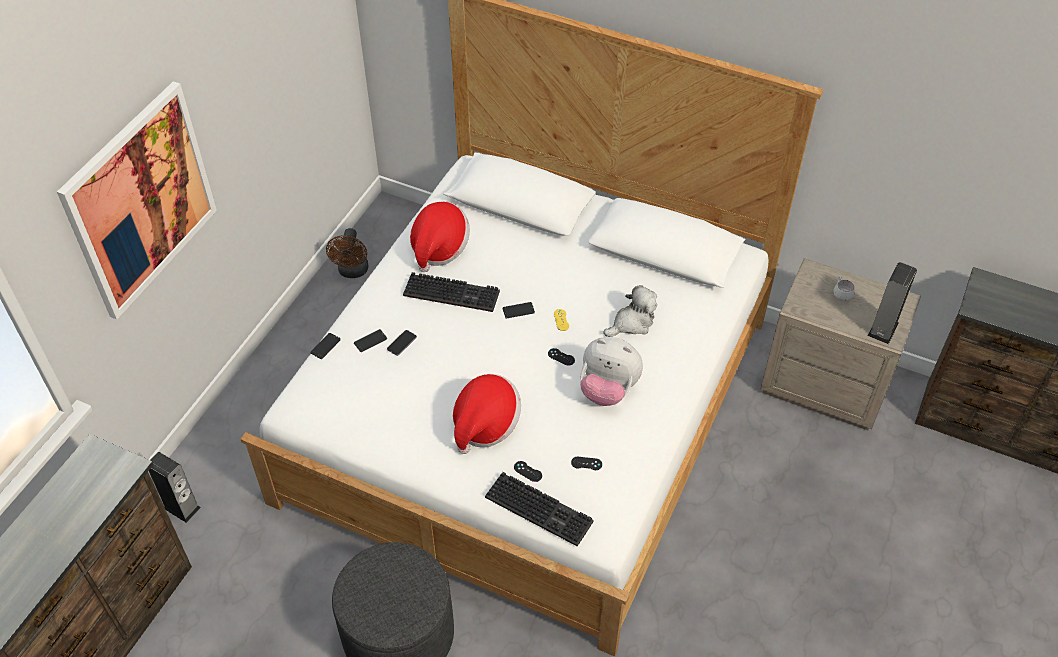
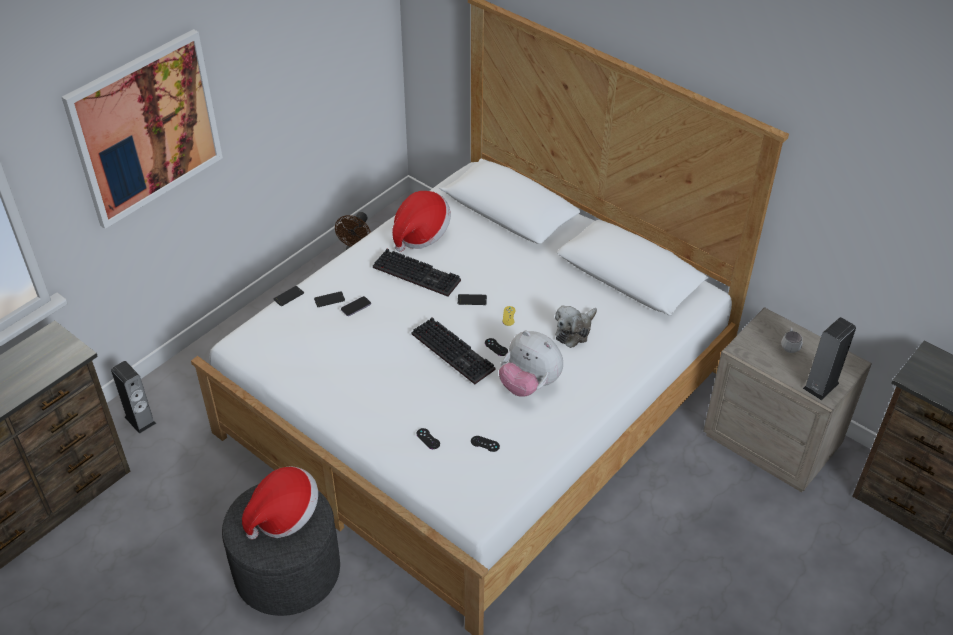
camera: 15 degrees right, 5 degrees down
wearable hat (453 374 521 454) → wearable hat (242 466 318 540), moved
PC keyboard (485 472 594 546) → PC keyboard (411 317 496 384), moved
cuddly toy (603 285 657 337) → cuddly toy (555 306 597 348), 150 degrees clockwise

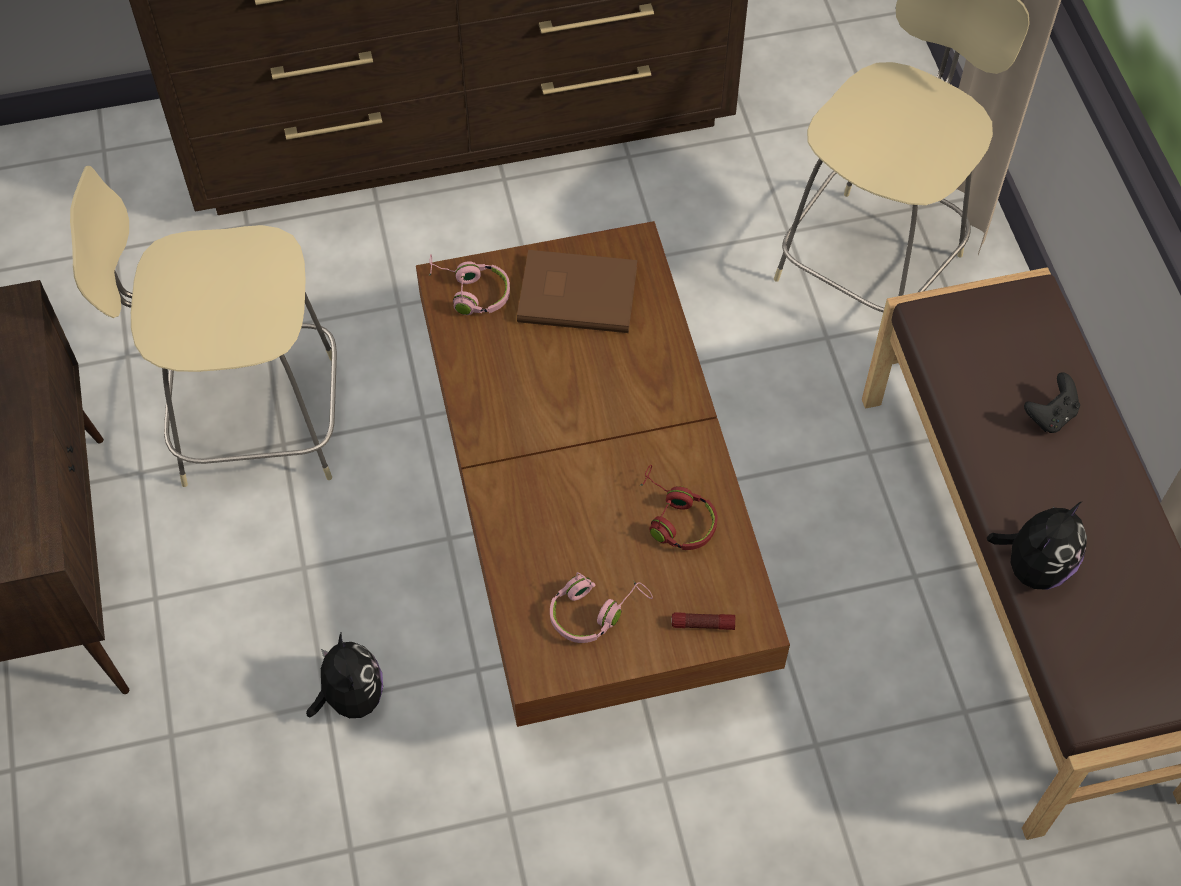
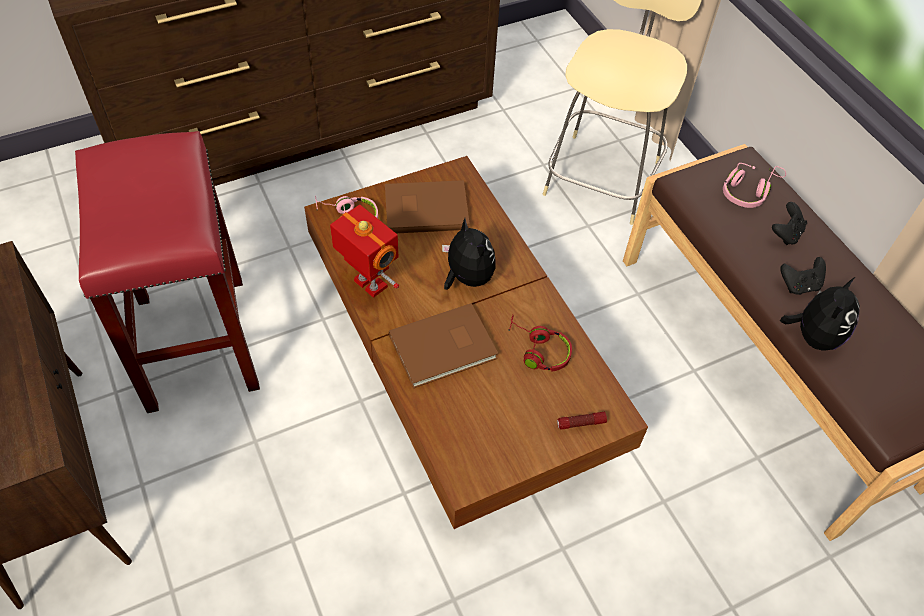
camera: 15 degrees left, 5 degrees down
sand-coloured chair (70 166 337 487) → red stool (75 131 260 413)
- → model robot (330 205 399 298)
- → brown-coloured volume (389 303 498 388)
cuddly toy (306 633 383 718) → cuddly toy (442 218 496 290), moved
pinkish headphones (550 572 653 643) → pinkish headphones (723 163 786 208), moved
- → black-coloured game controller (780 257 826 295)

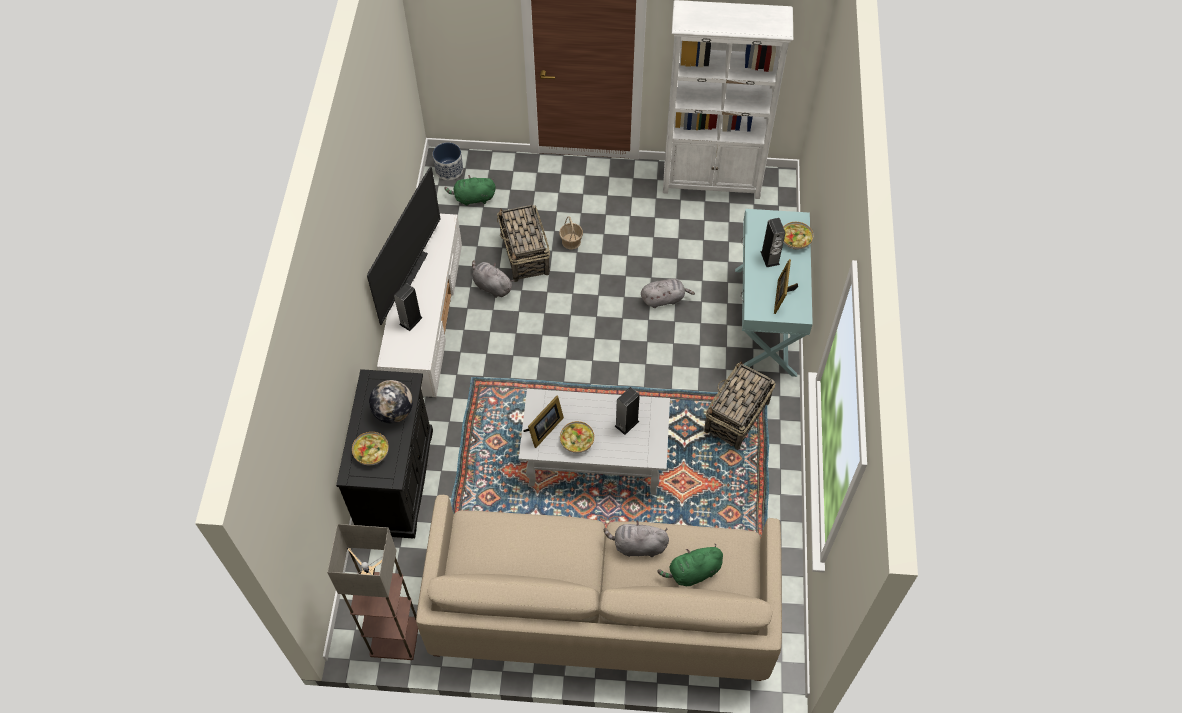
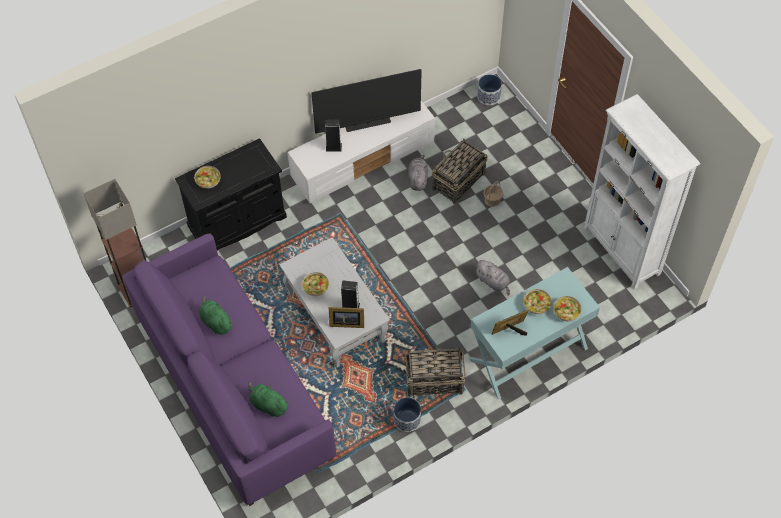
camera: 55 degrees right, 0 degrees up
sand-coloured sofa (416 495 782 681) → purplish sofa (123 233 336 506)
greenish cuddly toy (445 175 496 206) → greenish cuddly toy (199 296 233 335), moved
photo frame (523 396 564 448) → photo frame (329 307 364 328), moved
- → planter (394 397 421 432)
speaker (760 218 786 267) → serving bowl (524 289 552 314)
desk globe (369 380 413 423) → -
grey cuddly toy (604 520 669 557) → -

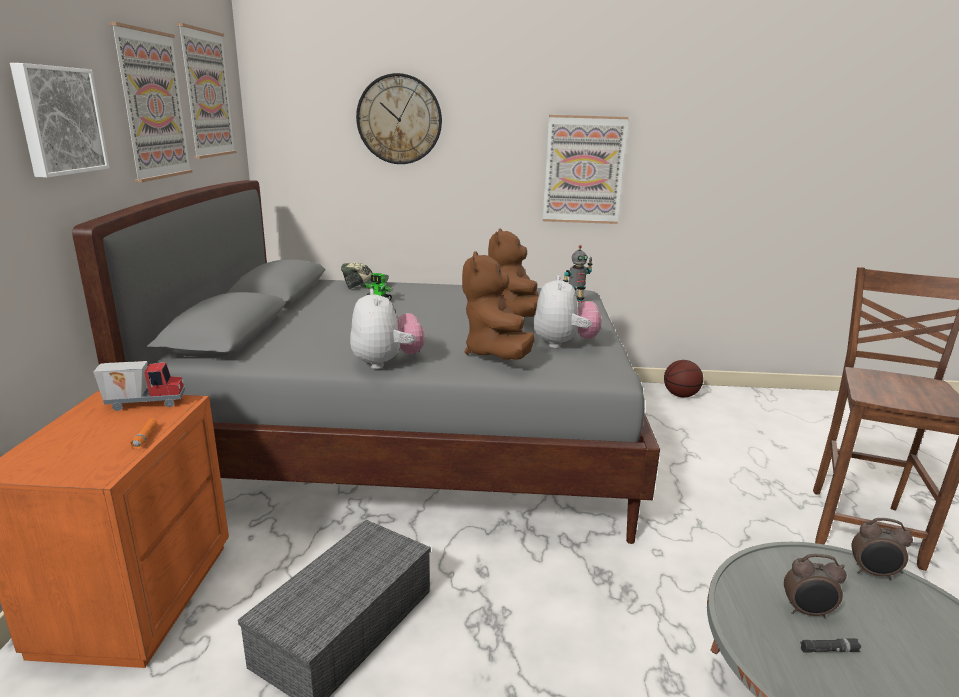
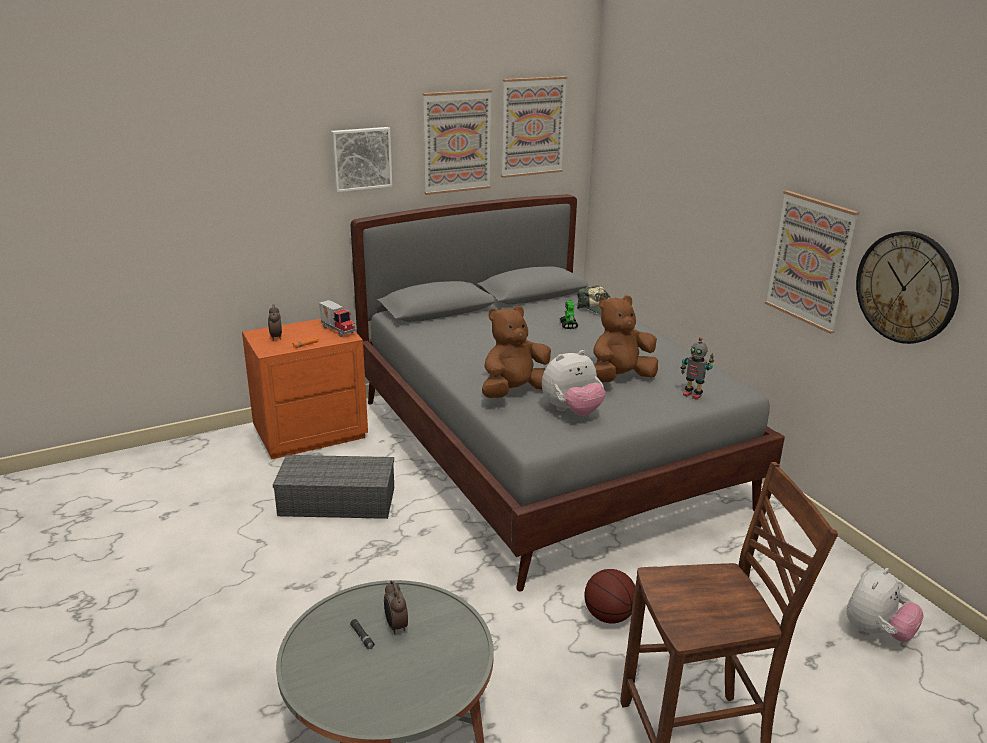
camera: 60 degrees right, 5 degrees up
bedside clock (851 518 913 580) → bedside clock (268 305 282 341), moved
basketball (664 360 703 397) → basketball (584 569 635 623), moved
cuddly toy (350 288 425 369) → cuddly toy (847 568 924 642), moved
hanging clock (356 73 442 164) → hanging clock (856 231 959 344), moved

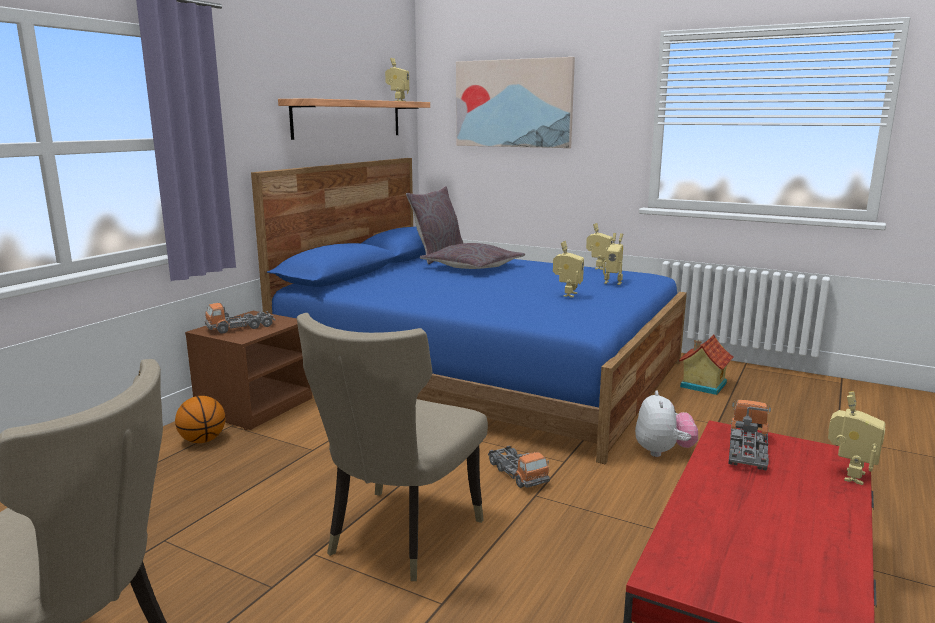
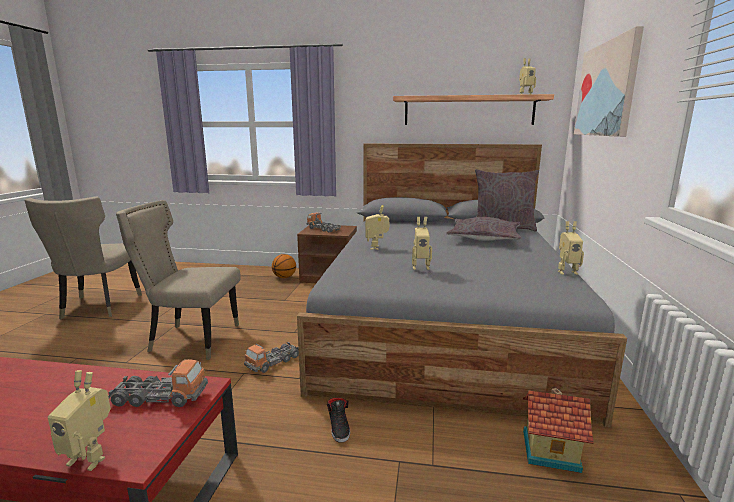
camera: 70 degrees right, 0 degrees up
bluish sleeping bed (251 158 687 464) → grey sleeping bed (297 143 627 427)
cuddly toy (635 391 698 457) → black-coloured shoe (327 397 350 443)
model robot (603 233 623 285) → model robot (365 205 390 250), moved

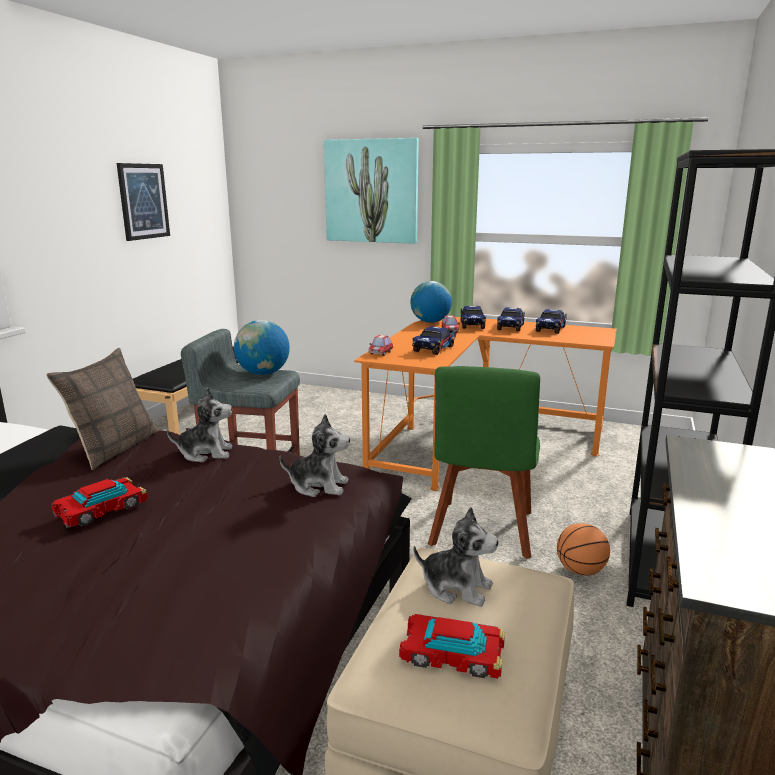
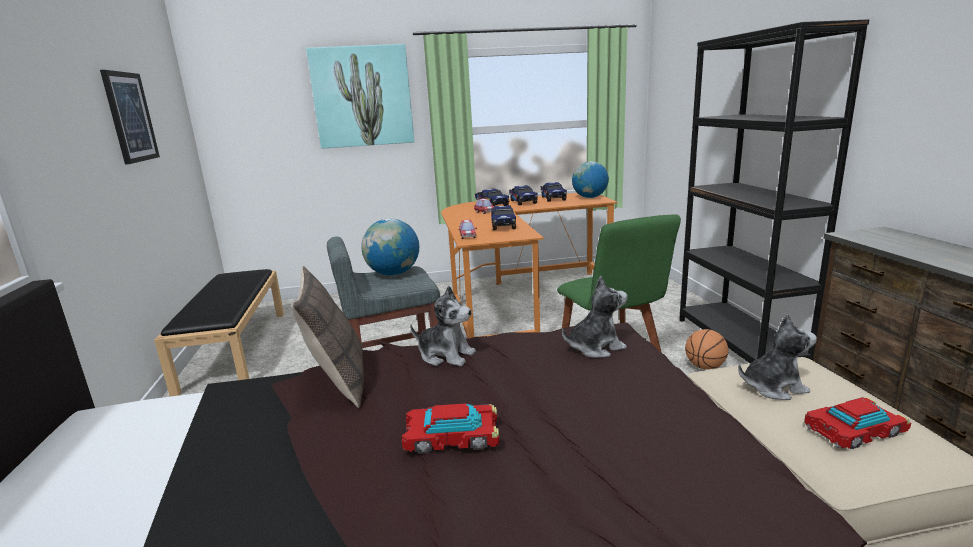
camera: 30 degrees left, 0 degrees up
toy car (51 477 148 528) → toy car (402 404 500 454), 75 degrees clockwise
cuddly toy (167 387 232 462) → cuddly toy (410 286 476 366), 60 degrees clockwise
desk globe (410 281 452 323) → desk globe (572 161 609 198), moved

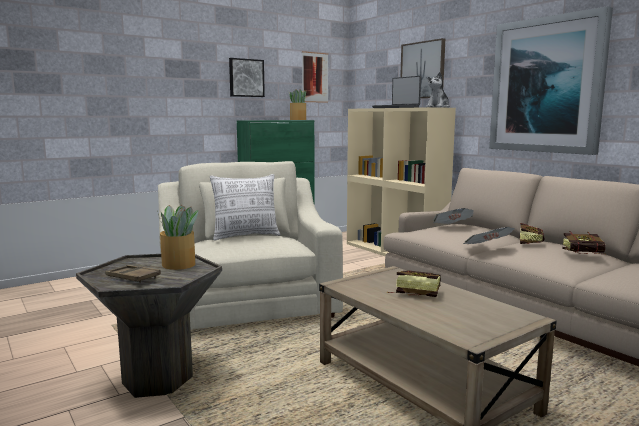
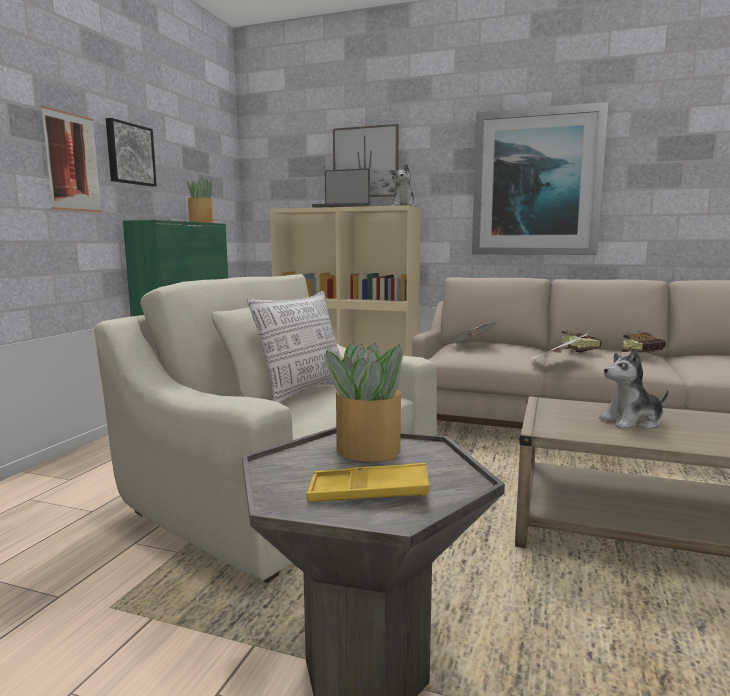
camera: 35 degrees left, 0 degrees up
wall art (302 51 328 103) → wall art (41 106 102 212), moved
brown-coloured serving tray (105 265 161 283) → yellowish serving tray (307 463 429 502)
volume (387 271 441 297) → cuddly toy (599 348 669 429)

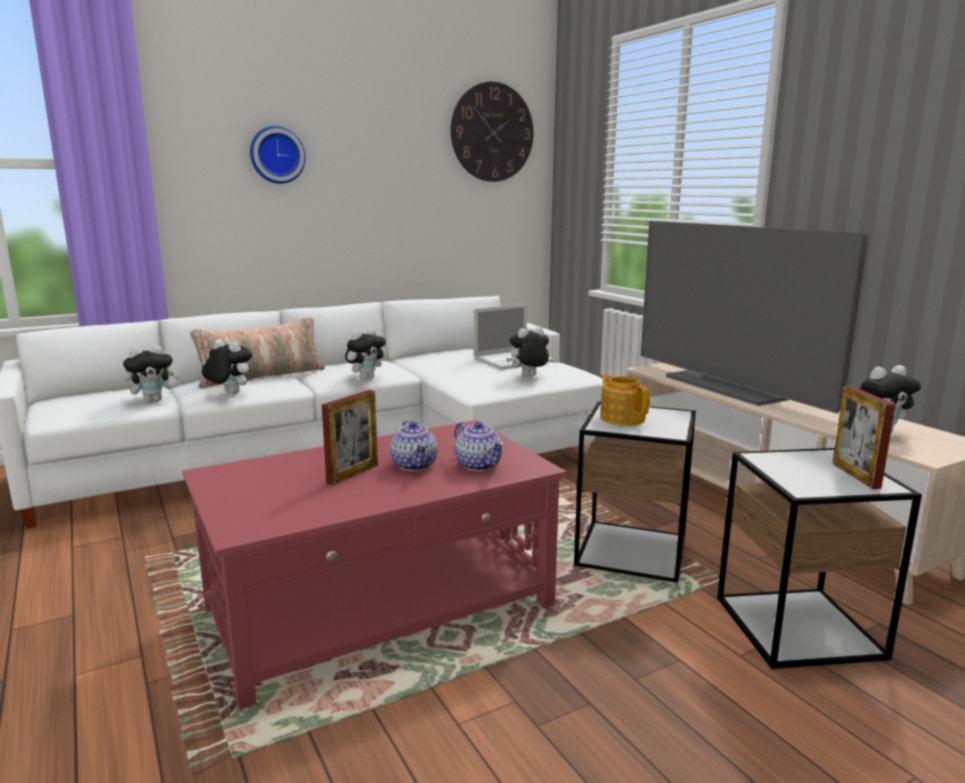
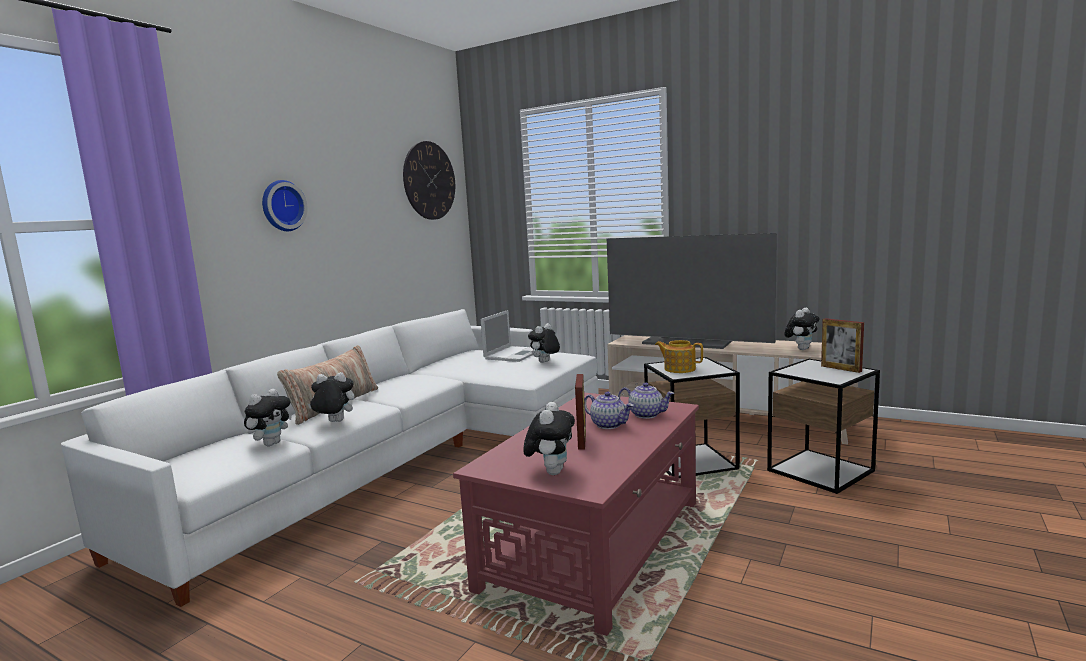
camera: 30 degrees left, 5 degrees down
cuddly toy (345 328 386 380) → cuddly toy (523 402 575 475), moved

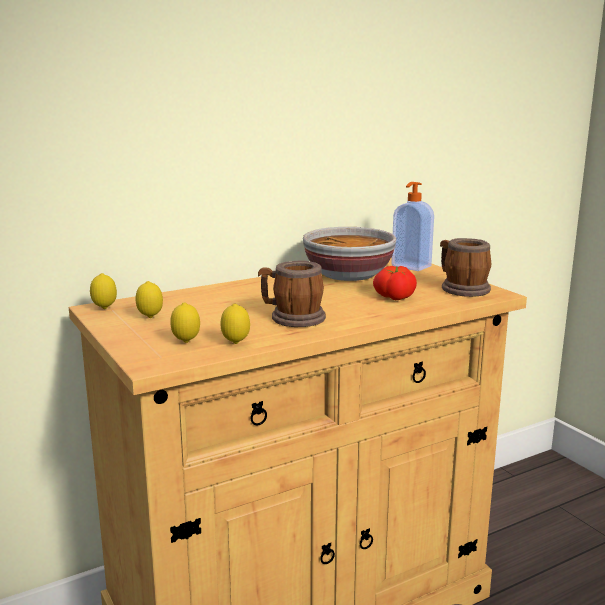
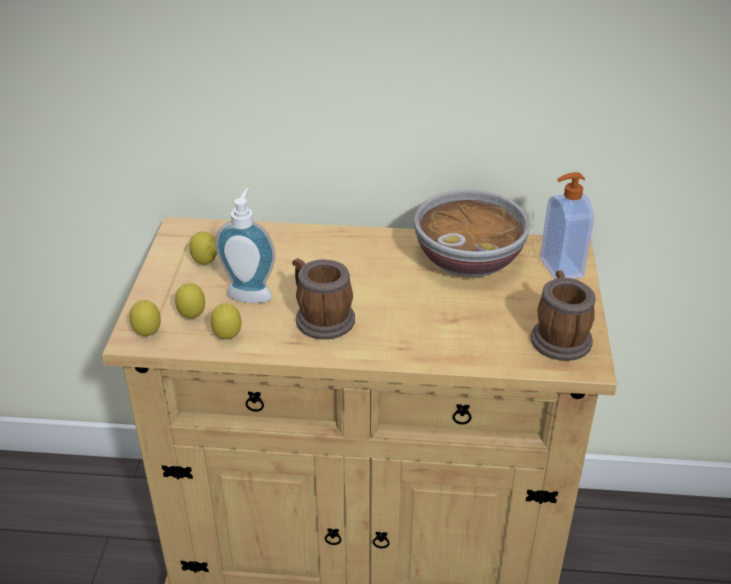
camera: 35 degrees right, 20 degrees up
whole lemon (90 273 117 309) → whole lemon (129 300 161 336), moved
- → soap dispenser (215 188 276 303)
tomato (373 266 417 300) → -

